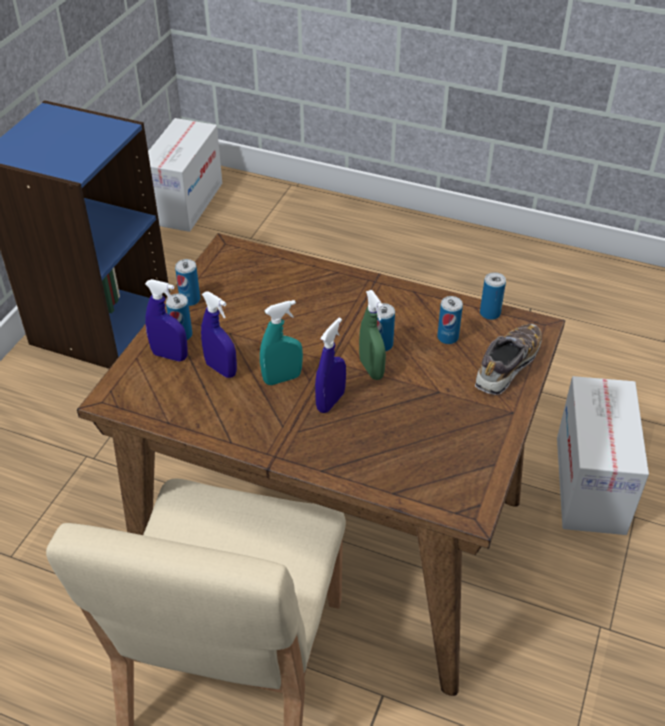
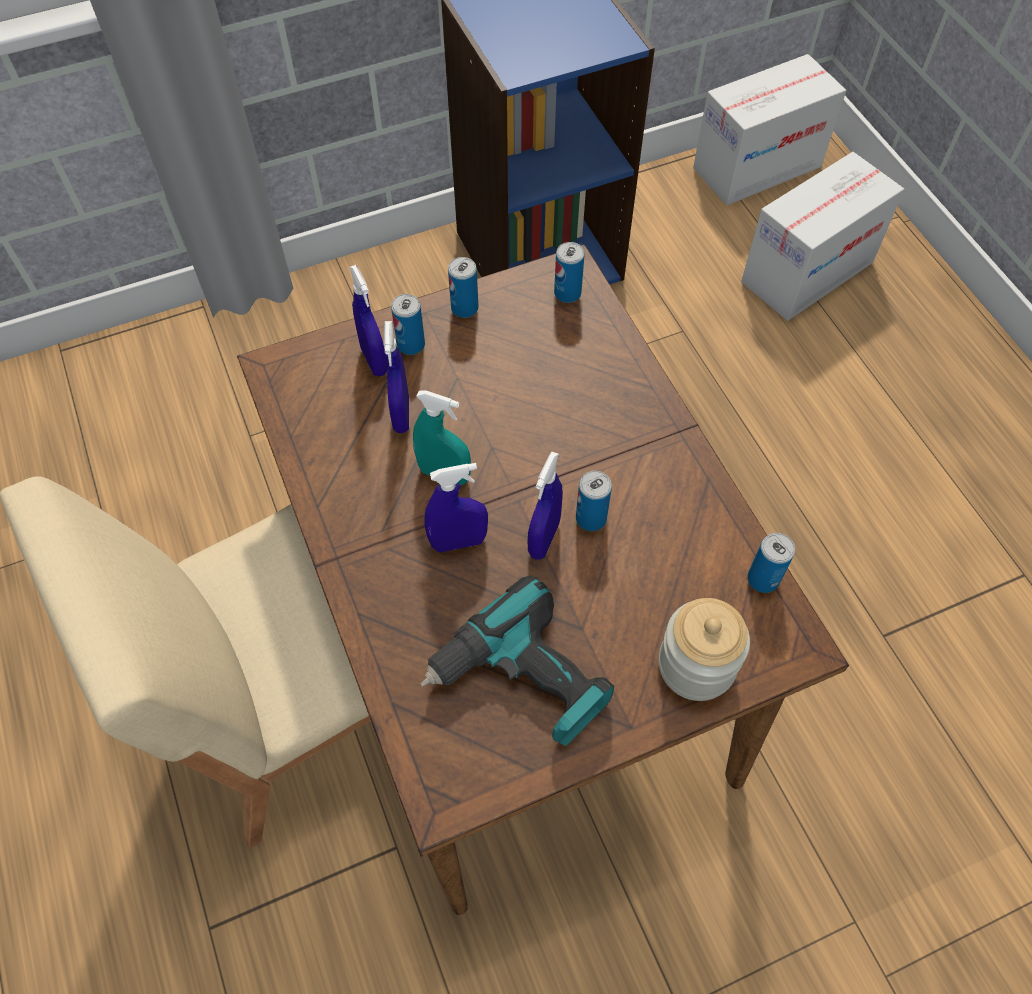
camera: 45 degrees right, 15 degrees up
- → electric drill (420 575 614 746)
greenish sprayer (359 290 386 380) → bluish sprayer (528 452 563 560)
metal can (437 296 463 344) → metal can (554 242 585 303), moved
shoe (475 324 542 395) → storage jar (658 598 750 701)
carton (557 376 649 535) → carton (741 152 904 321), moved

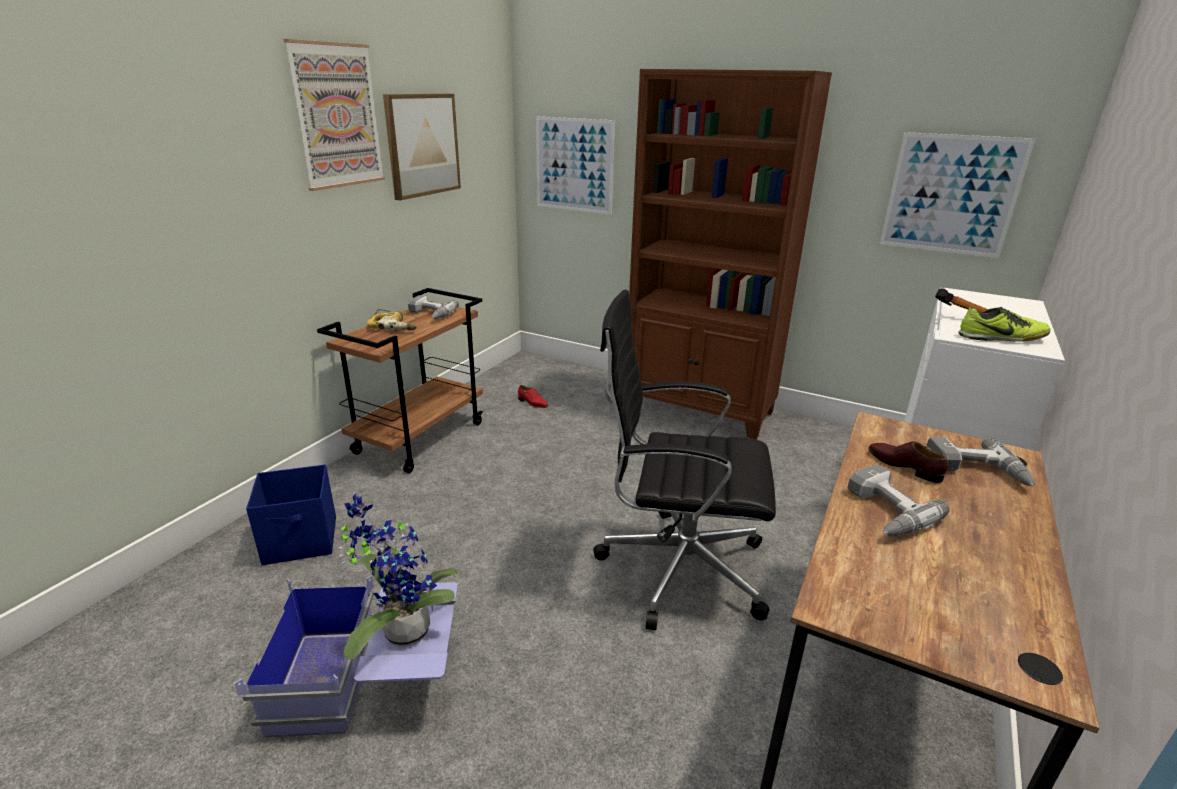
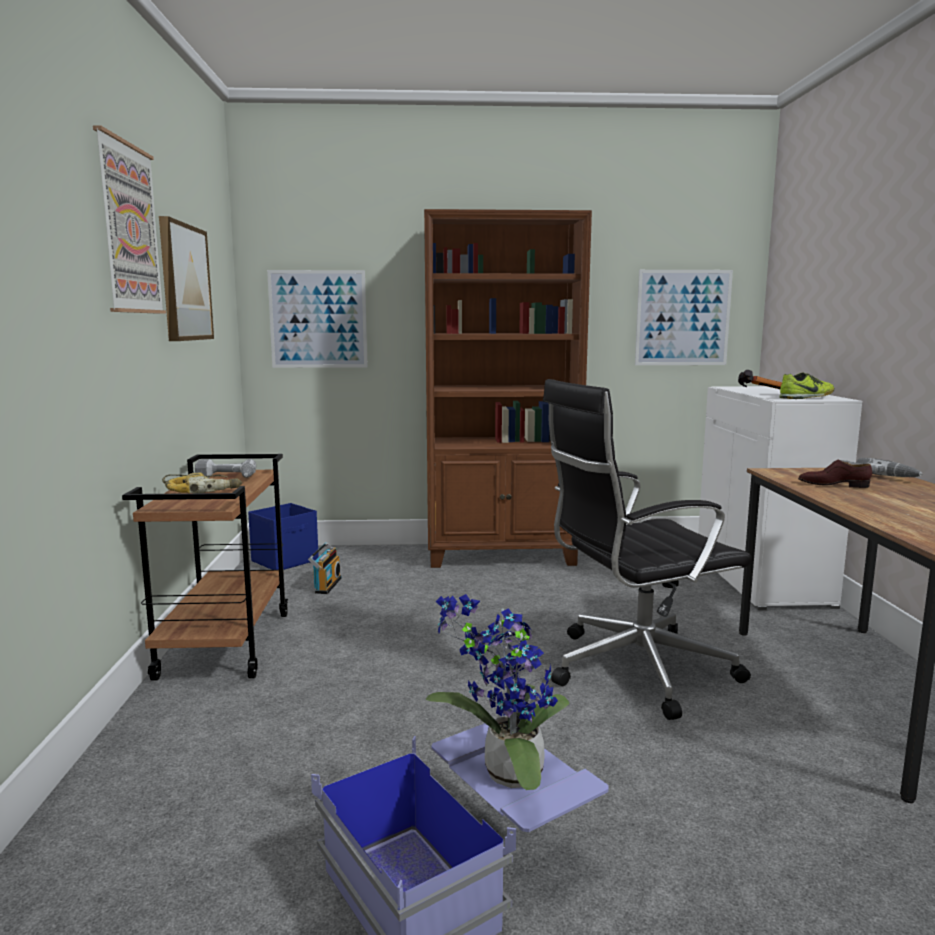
camera: 30 degrees left, 15 degrees down
bluish storage box (246 464 336 565) → bluish storage box (248 503 319 570), moved
red shoe (518 385 548 408) → radio (308 542 342 594)
electric drill (847 464 950 536) → -

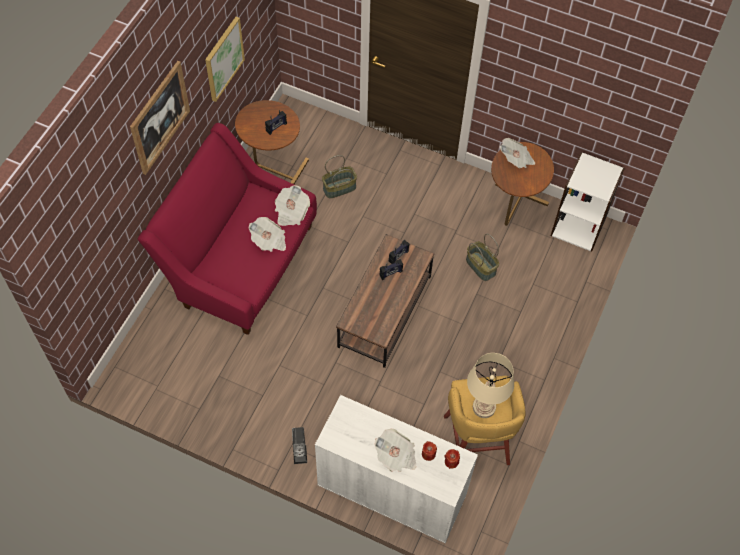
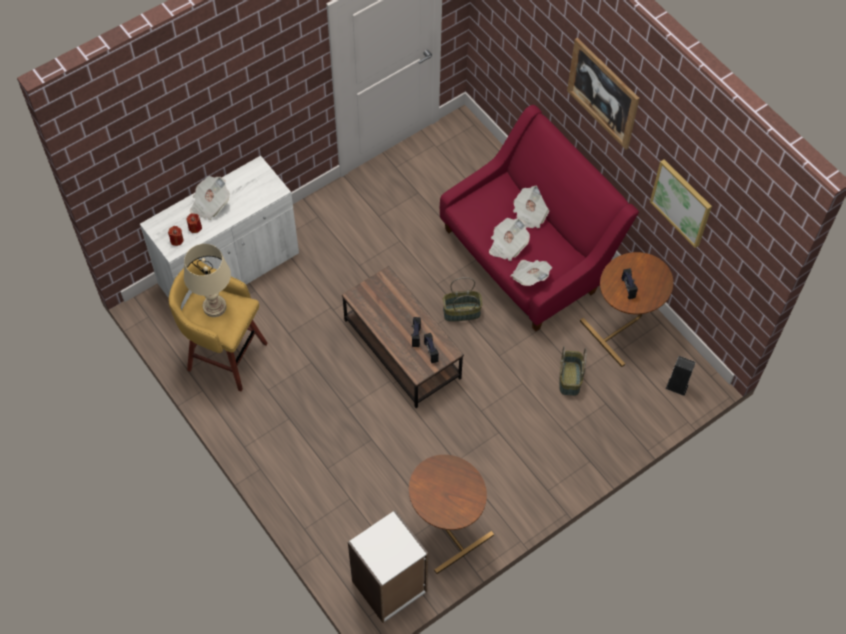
camera: 120 degrees right, 0 degrees up
storage basket (466 234 499 281) → storage basket (443 277 482 322), moved
printed paper (500 138 535 169) → printed paper (513 186 549 228), moved
speaker (292 427 307 464) → speaker (666 356 696 396), moved

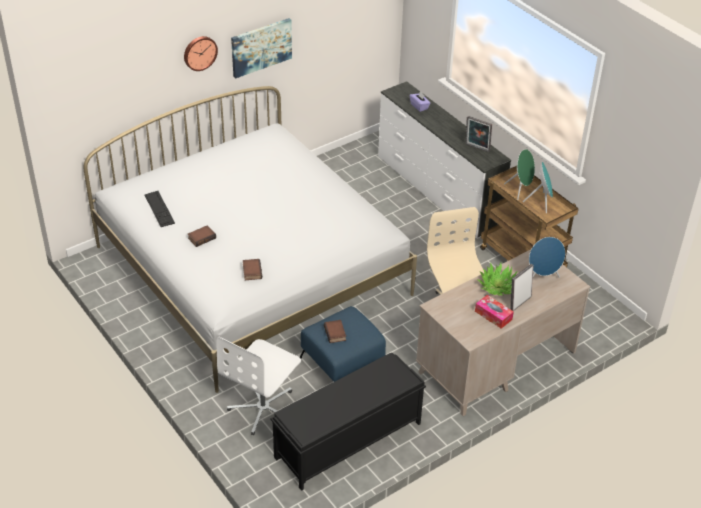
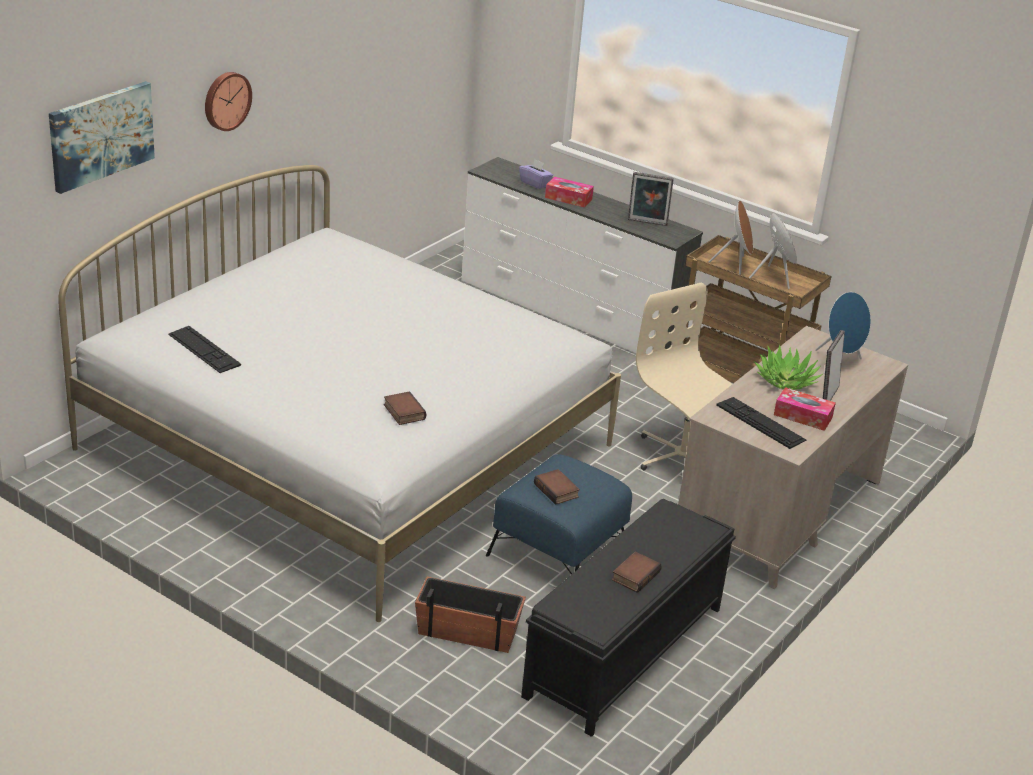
camera: 20 degrees left, 10 degrees down
wall art (231 18 292 79) → wall art (49 81 155 194), moved
white computer chair (216 337 301 435) → planter (415 576 526 653)
- → box of tissues (545 177 594 207)
volume (188 225 216 247) → volume (612 551 662 593), moved
greenish speaker (504 149 535 200) → brown-coloured speaker (709 201 753 275)
- → PC keyboard (716 397 806 449)

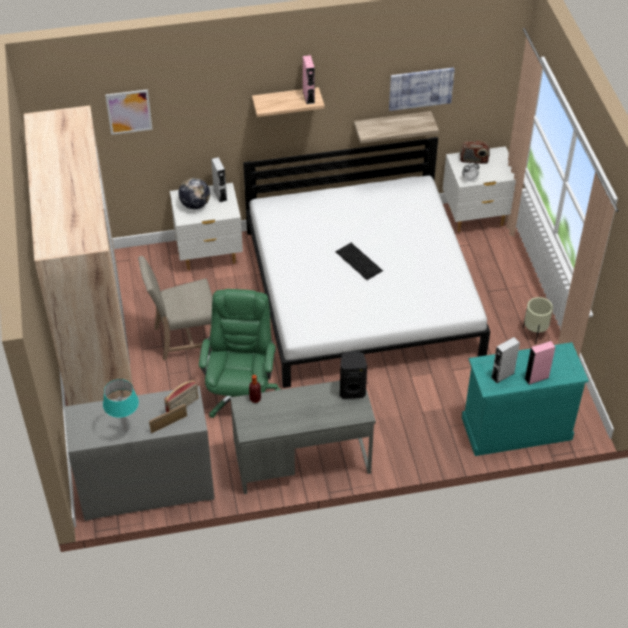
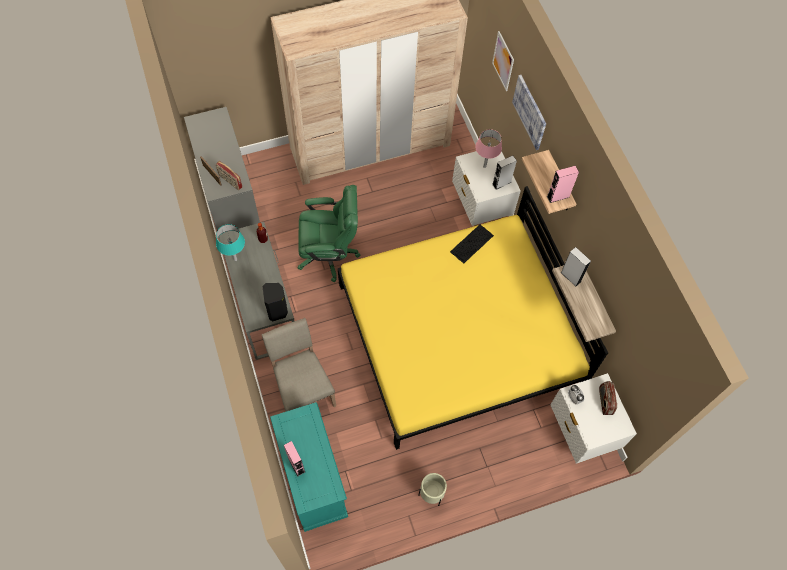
camera: 80 degrees right, 15 degrees up
blue-green tabletop lamp (103 379 139 431) → blue-green tabletop lamp (216 224 245 261), moved
sand-coloured chair (138 256 213 360) → sand-coloured chair (262 318 336 411), moved
white sleeping bed (243 137 490 388) → yellowish sleeping bed (338 186 608 450)
PC keyboard (335 243 383 280) → PC keyboard (450 224 494 263), moved
desk globe (178 178 210 209) → pinkish tabletop lamp (475 129 502 168)
wall art (389 67 455 111) → wall art (512 75 546 150), moved
grey speaker (491 337 520 383) → grey speaker (561 247 591 286), moved

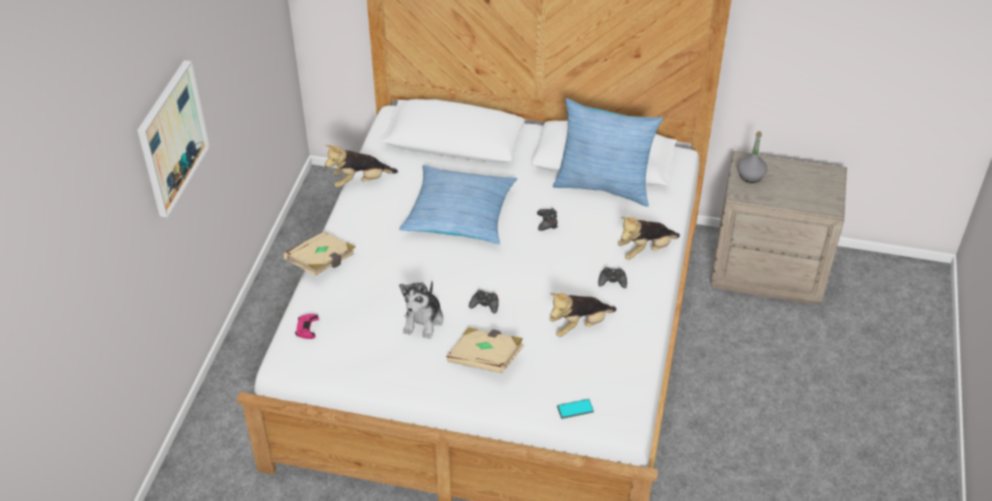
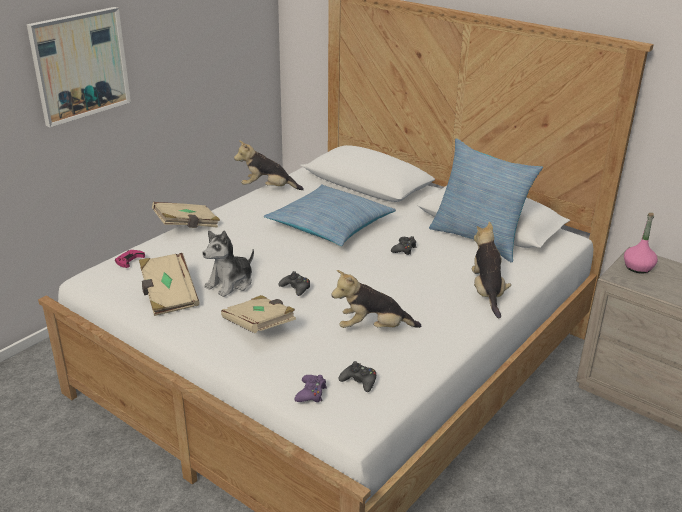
camera: 25 degrees right, 15 degrees down
- → sand-coloured volume (139 253 200 316)
telephone (557 399 594 419) → purplish game controller (294 375 327 402)
black-coloured game controller (598 267 627 288) → black-coloured game controller (339 361 376 392), moved
cuddly toy (618 217 680 260) → cuddly toy (472 222 511 318), 90 degrees clockwise
grey bottle (737 131 767 183) → pinkish bottle (624 213 658 274)

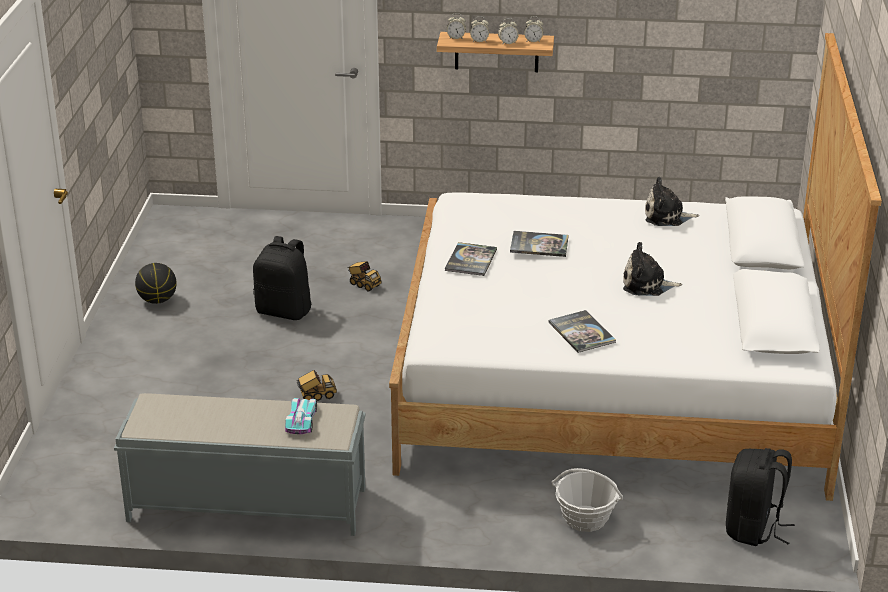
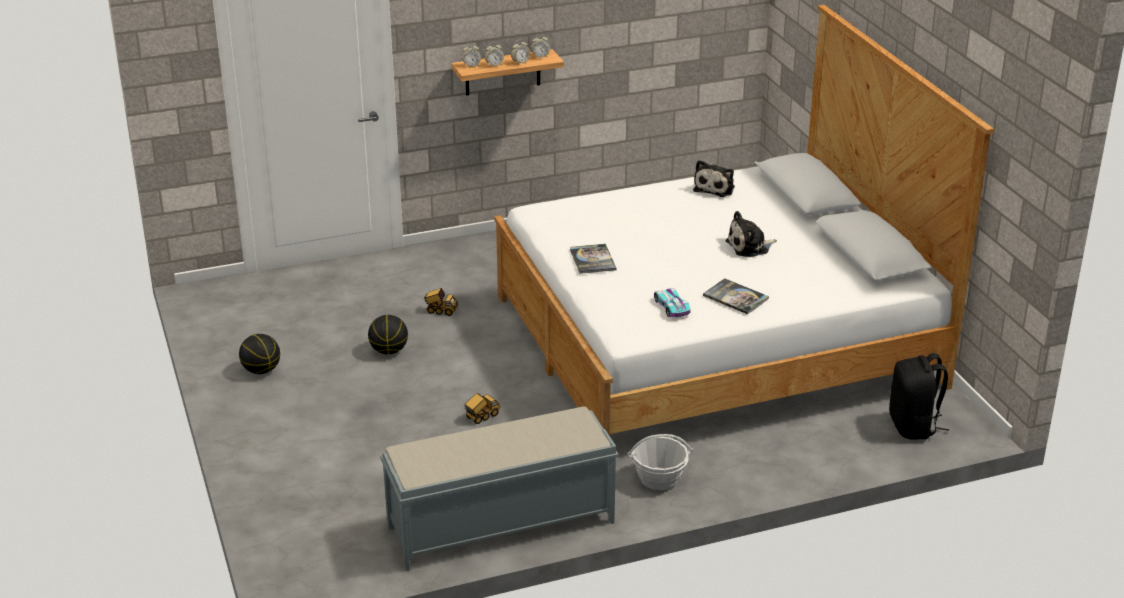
camera: 25 degrees left, 0 degrees up
black-coloured backpack (253 236 311 320) → basketball (368 315 408 355)
storage basket (552 468 623 532) → storage basket (628 434 693 490), moved
toy car (285 398 317 434) → toy car (654 288 691 317), moved
cuddly toy (645 177 699 226) → cuddly toy (693 160 735 197), 45 degrees counterclockwise
volume (510 231 569 257) → -

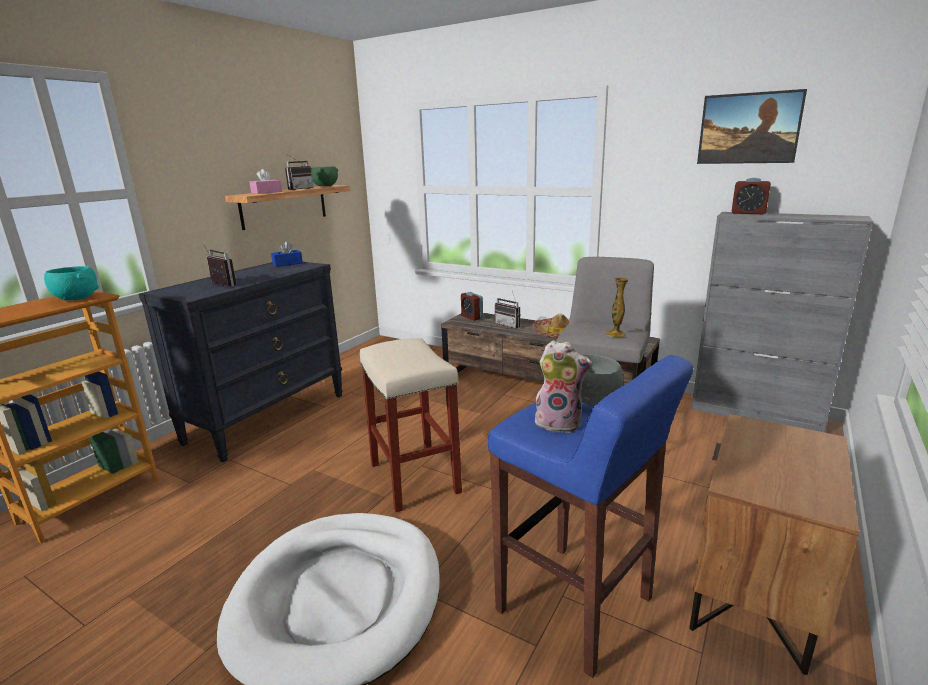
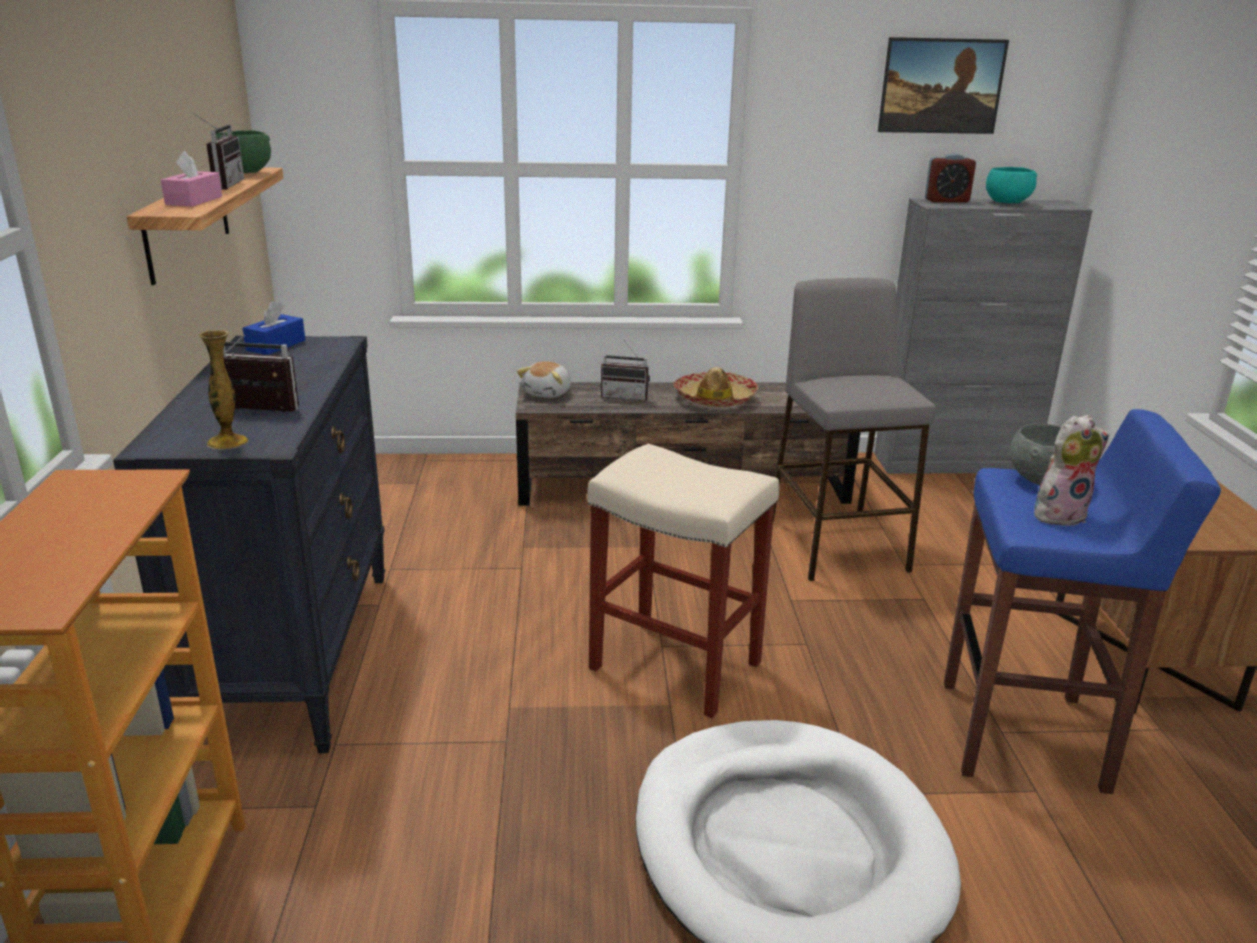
camera: 35 degrees left, 5 degrees up
decorative vase (606 278 629 337) → decorative vase (199 330 248 450), moved
bedside clock (461 292 483 321) → cuddly toy (517 361 571 398)
blue-green serving bowl (44 266 99 300) → blue-green serving bowl (986 167 1037 203), moved

